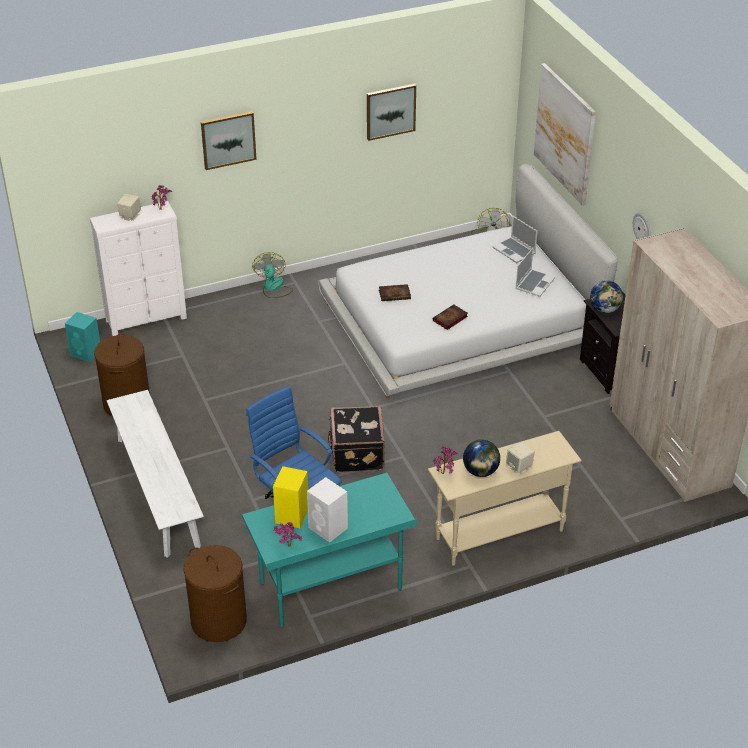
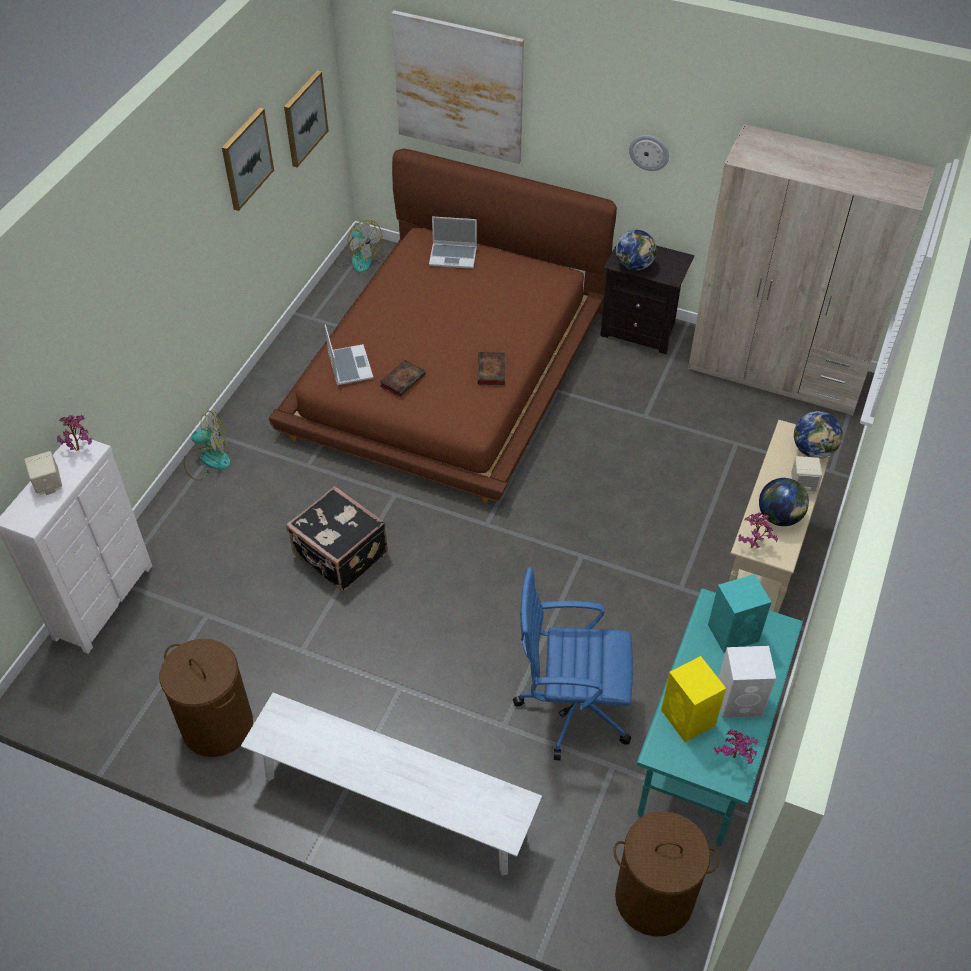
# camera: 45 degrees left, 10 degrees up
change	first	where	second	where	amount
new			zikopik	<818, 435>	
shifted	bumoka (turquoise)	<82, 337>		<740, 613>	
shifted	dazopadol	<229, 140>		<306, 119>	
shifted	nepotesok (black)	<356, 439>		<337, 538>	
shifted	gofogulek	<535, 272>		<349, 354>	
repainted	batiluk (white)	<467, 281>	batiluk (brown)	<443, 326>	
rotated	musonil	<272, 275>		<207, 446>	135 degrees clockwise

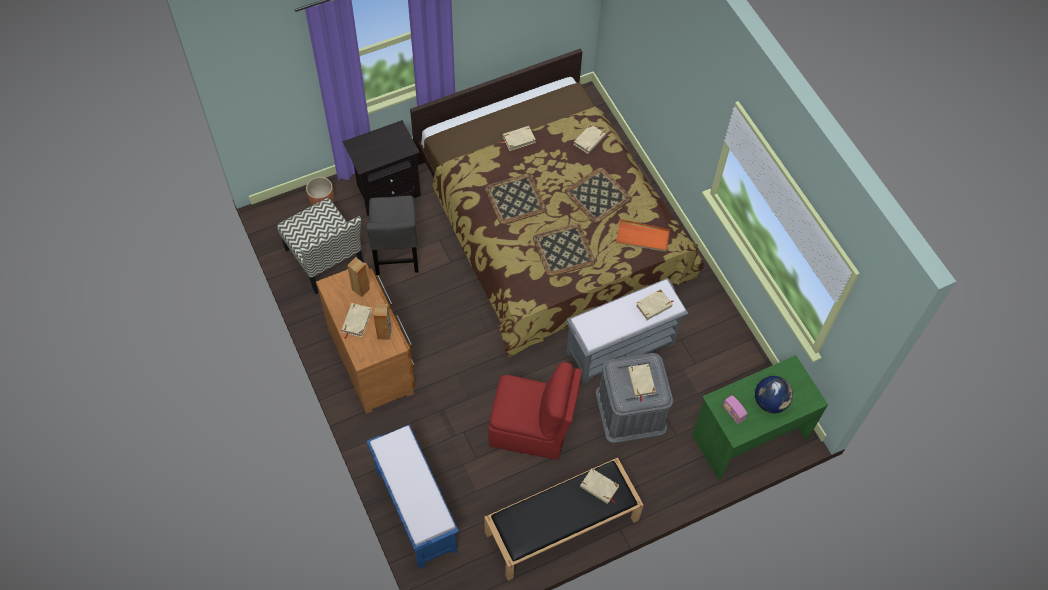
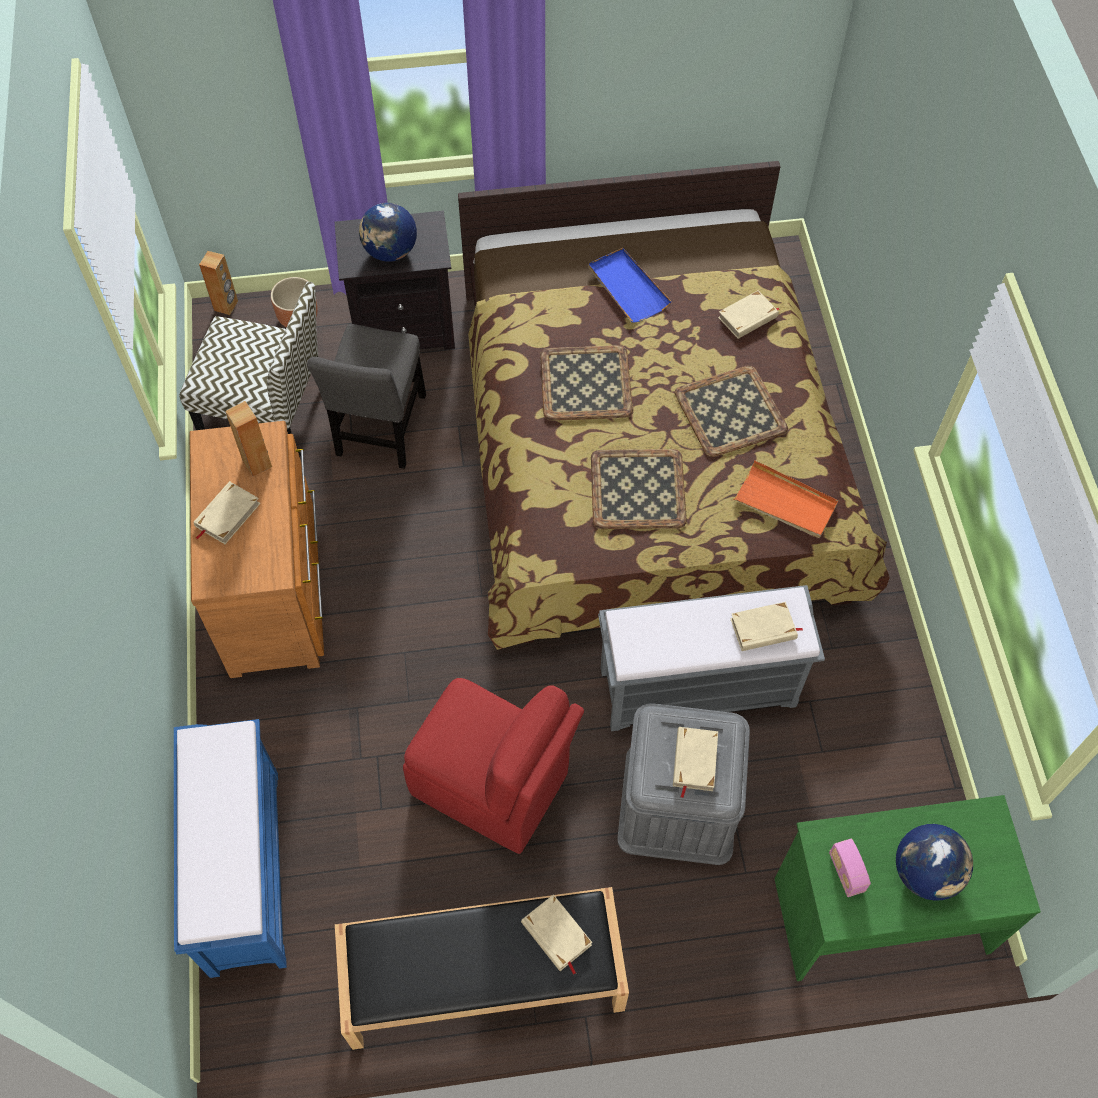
# camera: 20 degrees right, 0 degrees up
change	first	where	second	where	amount
new			zikopik	<388, 232>	
shifted	bumoka (brown)	<382, 322>		<218, 283>	
swapped	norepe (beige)	<518, 138>	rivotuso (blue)	<630, 285>	
rotated	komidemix	<320, 246>		<248, 369>	60 degrees counterclockwise

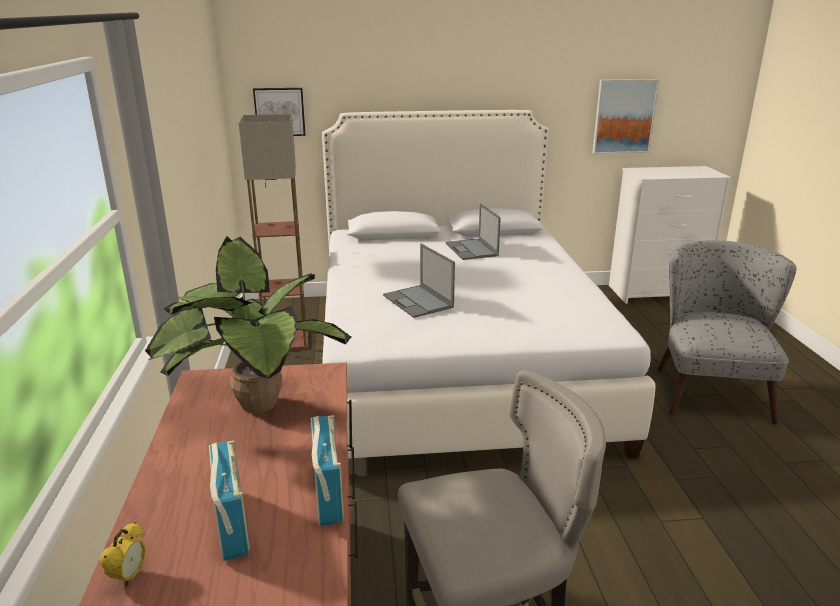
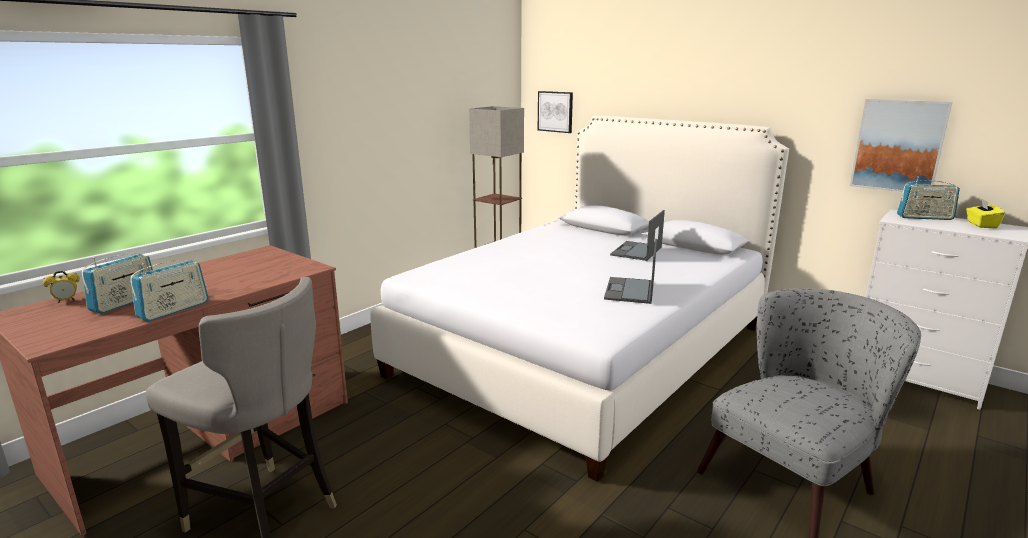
# camera: 45 degrees right, 5 degrees down
change	first	where	second	where	amount
gone	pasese	<248, 325>			
new			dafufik	<928, 198>	
new			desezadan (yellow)	<985, 213>	
shifted	gofogulek	<419, 281>		<630, 271>	

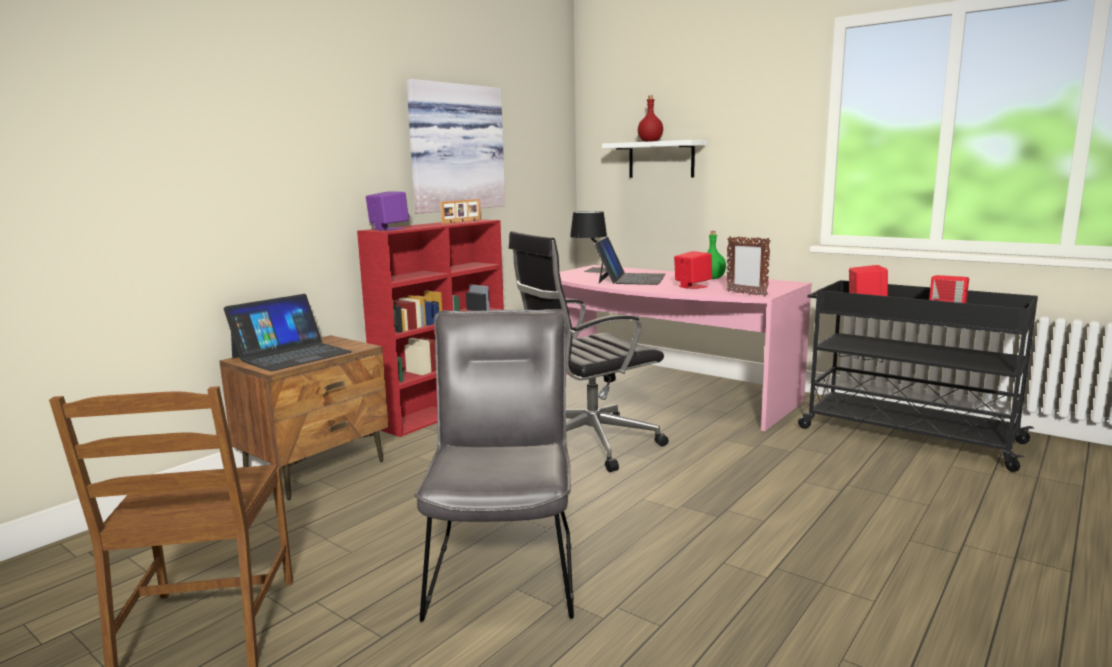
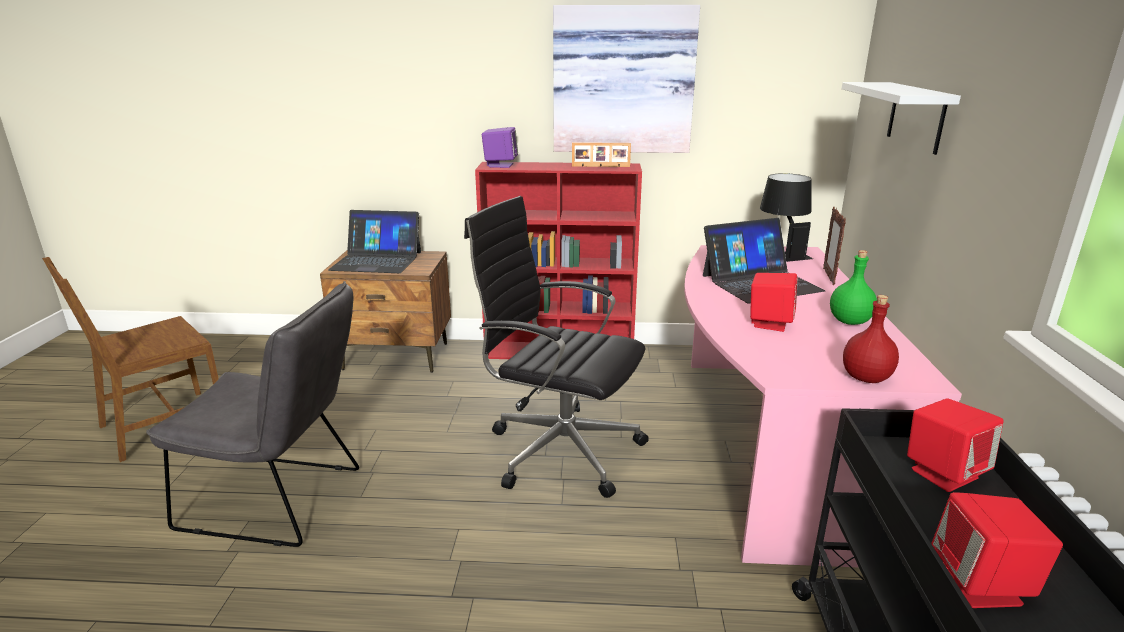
# camera: 55 degrees right, 10 degrees up
change	first	where	second	where	amount
shifted	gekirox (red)	<650, 119>		<871, 339>	
shifted	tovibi	<748, 266>		<834, 246>	
rotated	komidemix (grey)	<494, 465>		<252, 414>	45 degrees clockwise

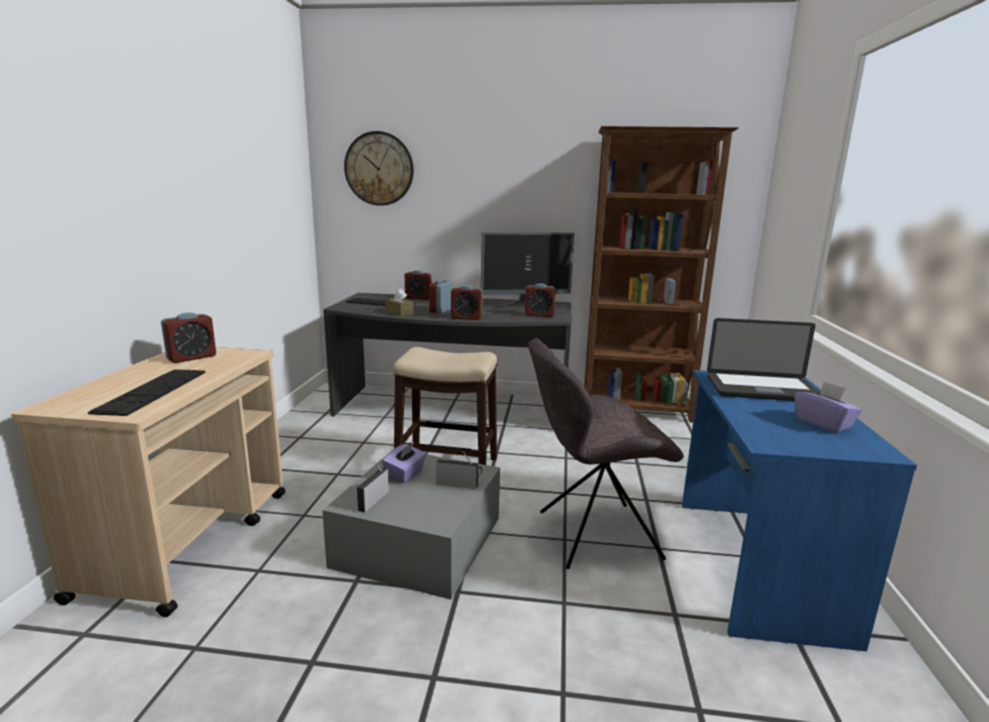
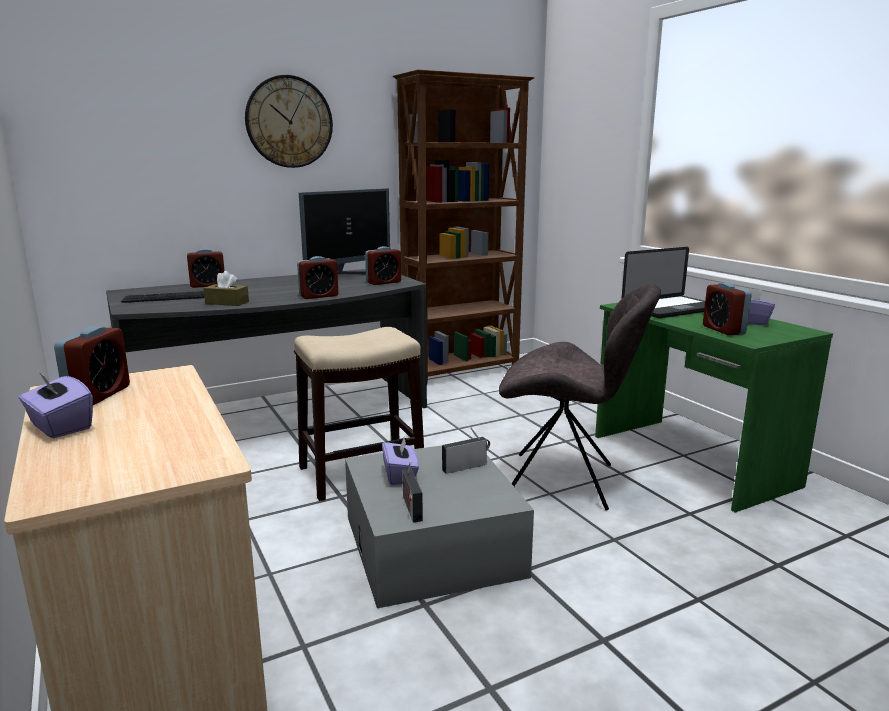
# camera: 35 degrees left, 0 degrees up
change	first	where	second	where	amount
gone	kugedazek	<146, 392>			
new			desezadan (purple)	<56, 404>	
shifted	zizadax	<379, 168>		<289, 121>	
shifted	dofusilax	<441, 296>		<727, 309>	
repainted	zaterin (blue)	<799, 511>	zaterin (green)	<714, 408>	
rotated	komidemix (grey)	<606, 453>		<580, 396>	120 degrees counterclockwise

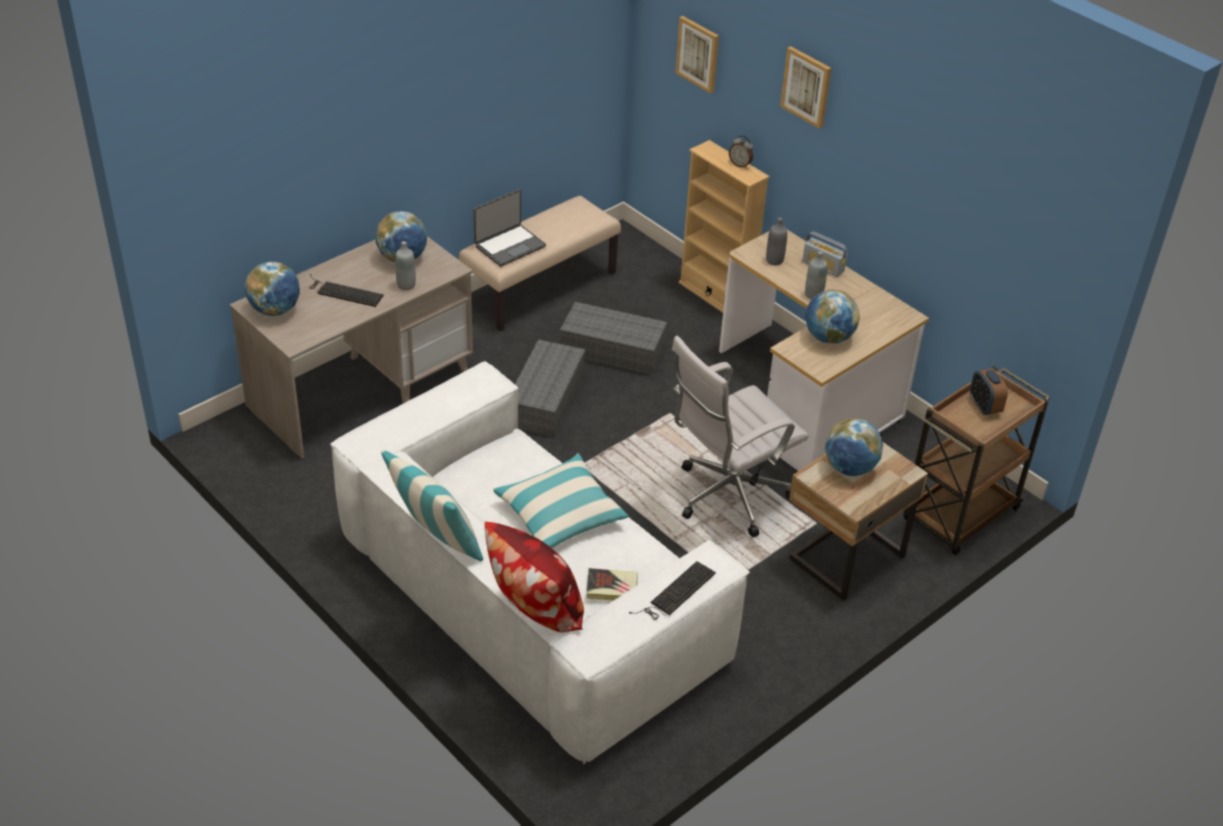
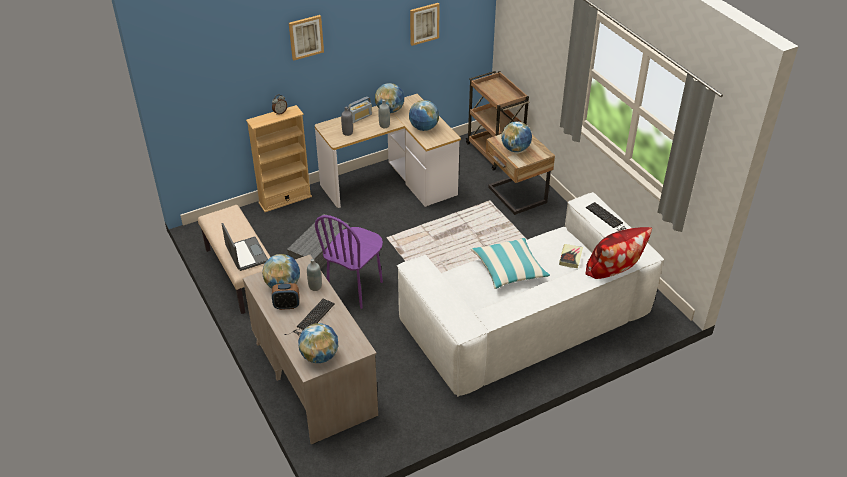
# camera: 75 degrees left, 0 degrees up
change	first	where	second	where	amount
gone	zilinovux	<432, 505>			
gone	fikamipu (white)	<740, 436>			
new			zikopik	<389, 98>	
shifted	dazopadol	<697, 55>		<425, 24>	
shifted	dofusilax	<989, 391>		<285, 296>	
swapped	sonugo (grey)	<550, 388>	komidemix (purple)	<349, 262>	

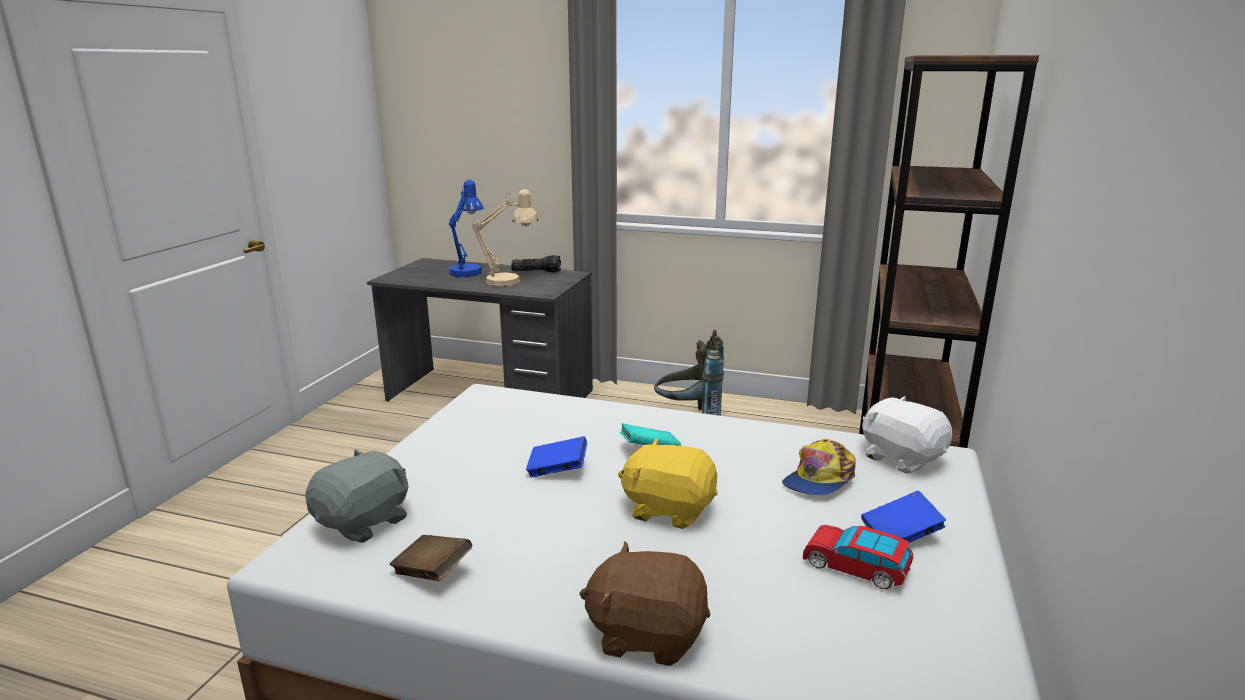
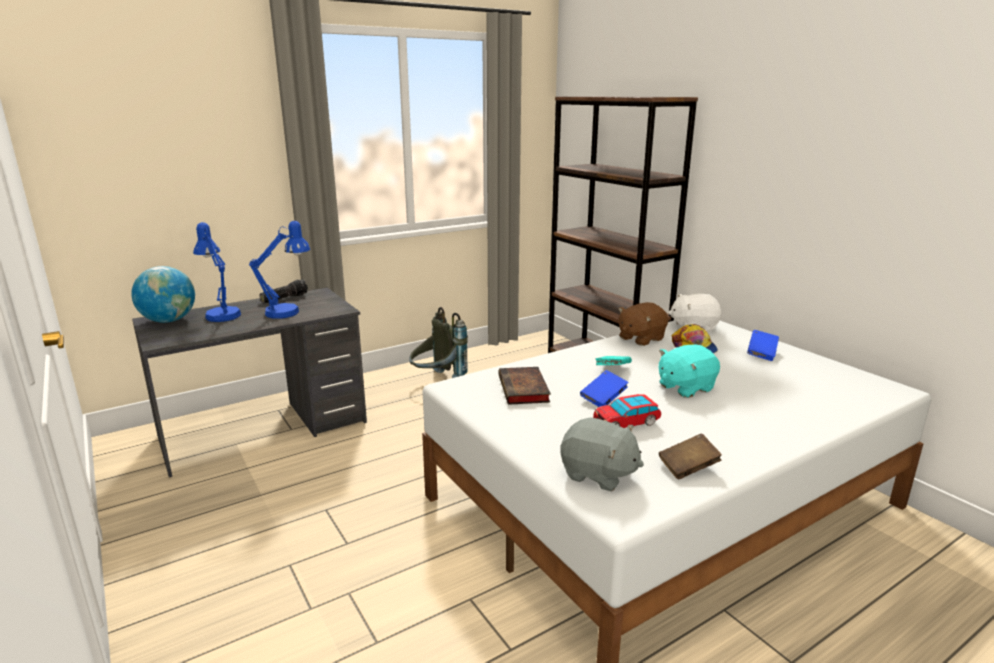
# camera: 50 degrees left, 0 degrees up
change	first	where	second	where	amount
new			zikopik	<163, 294>	
new			norepe	<524, 386>	
shifted	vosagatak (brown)	<645, 603>		<643, 324>	
shifted	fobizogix	<858, 557>		<627, 411>	
repainted	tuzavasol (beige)	<505, 238>	tuzavasol (blue)	<279, 270>	
repainted	vosagatak (yellow)	<668, 483>	vosagatak (turquoise)	<689, 371>	
rotated	vosagatak (grey)	<356, 496>		<602, 454>	135 degrees clockwise

